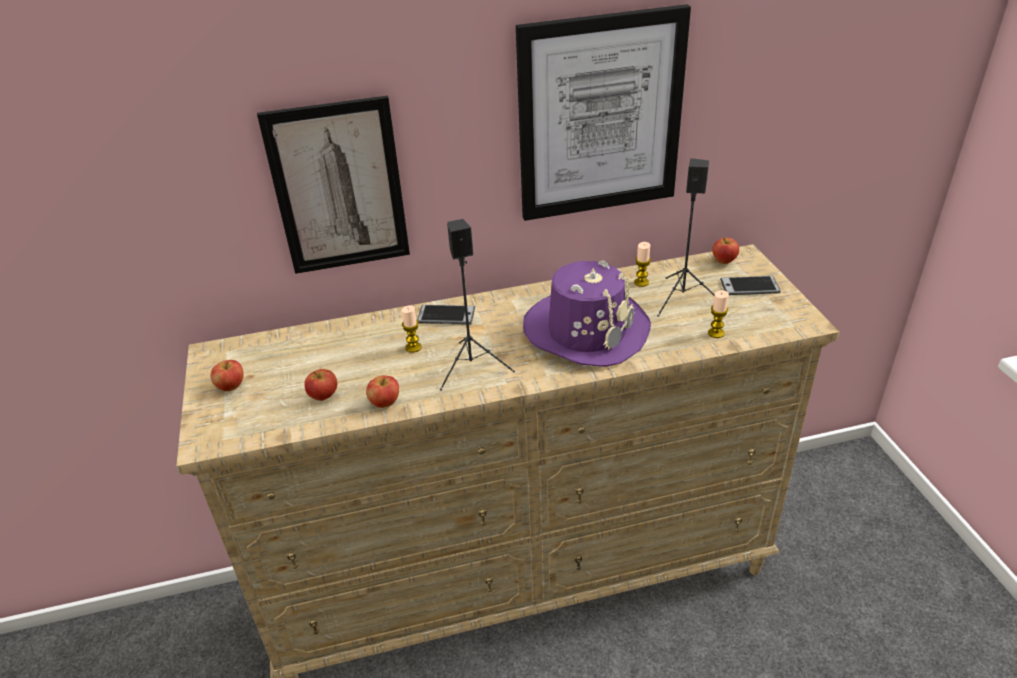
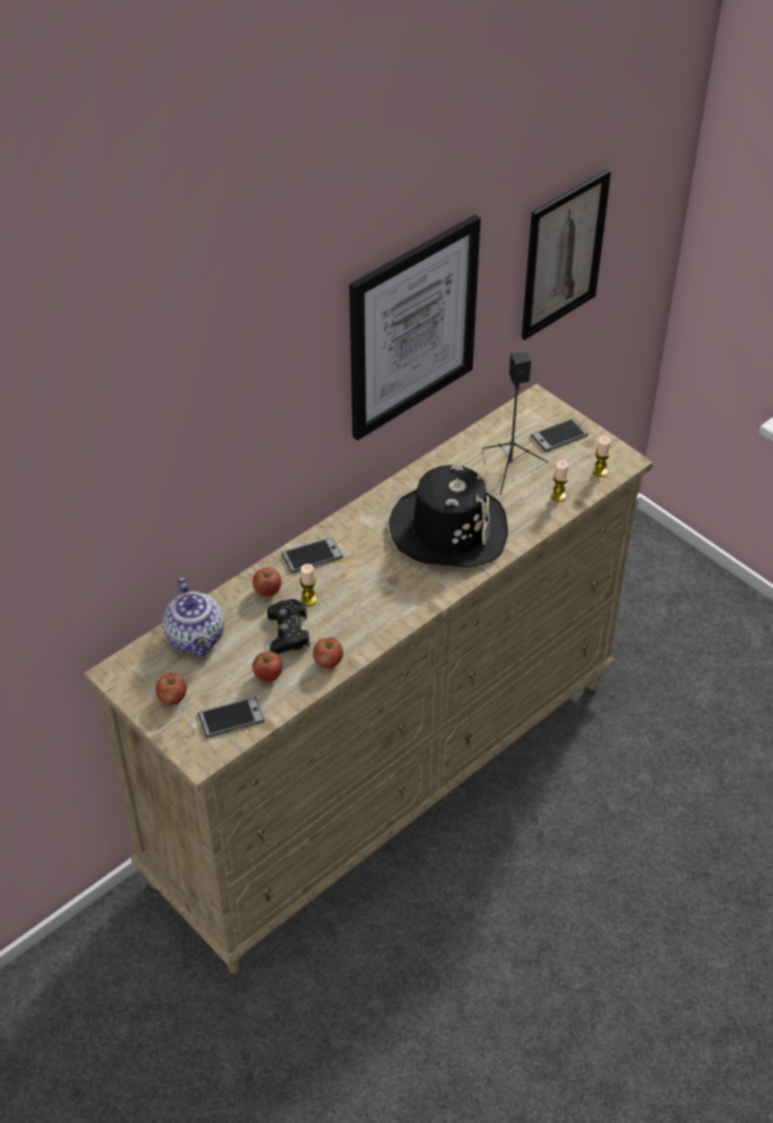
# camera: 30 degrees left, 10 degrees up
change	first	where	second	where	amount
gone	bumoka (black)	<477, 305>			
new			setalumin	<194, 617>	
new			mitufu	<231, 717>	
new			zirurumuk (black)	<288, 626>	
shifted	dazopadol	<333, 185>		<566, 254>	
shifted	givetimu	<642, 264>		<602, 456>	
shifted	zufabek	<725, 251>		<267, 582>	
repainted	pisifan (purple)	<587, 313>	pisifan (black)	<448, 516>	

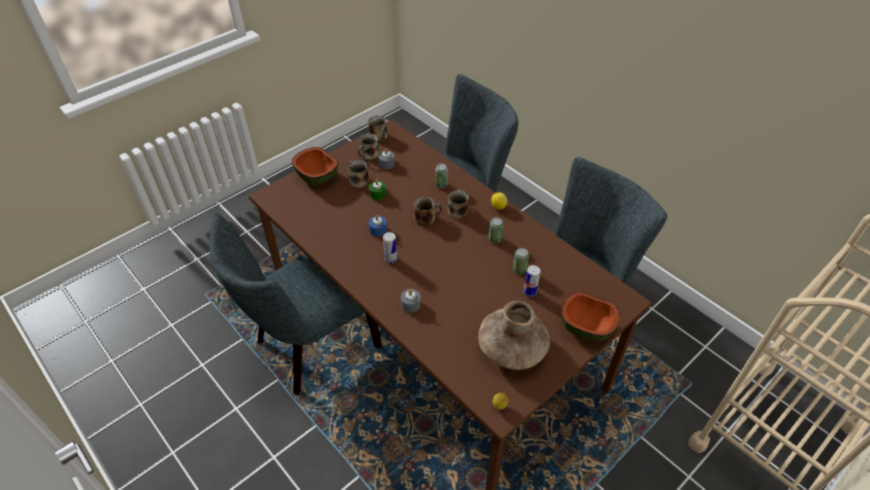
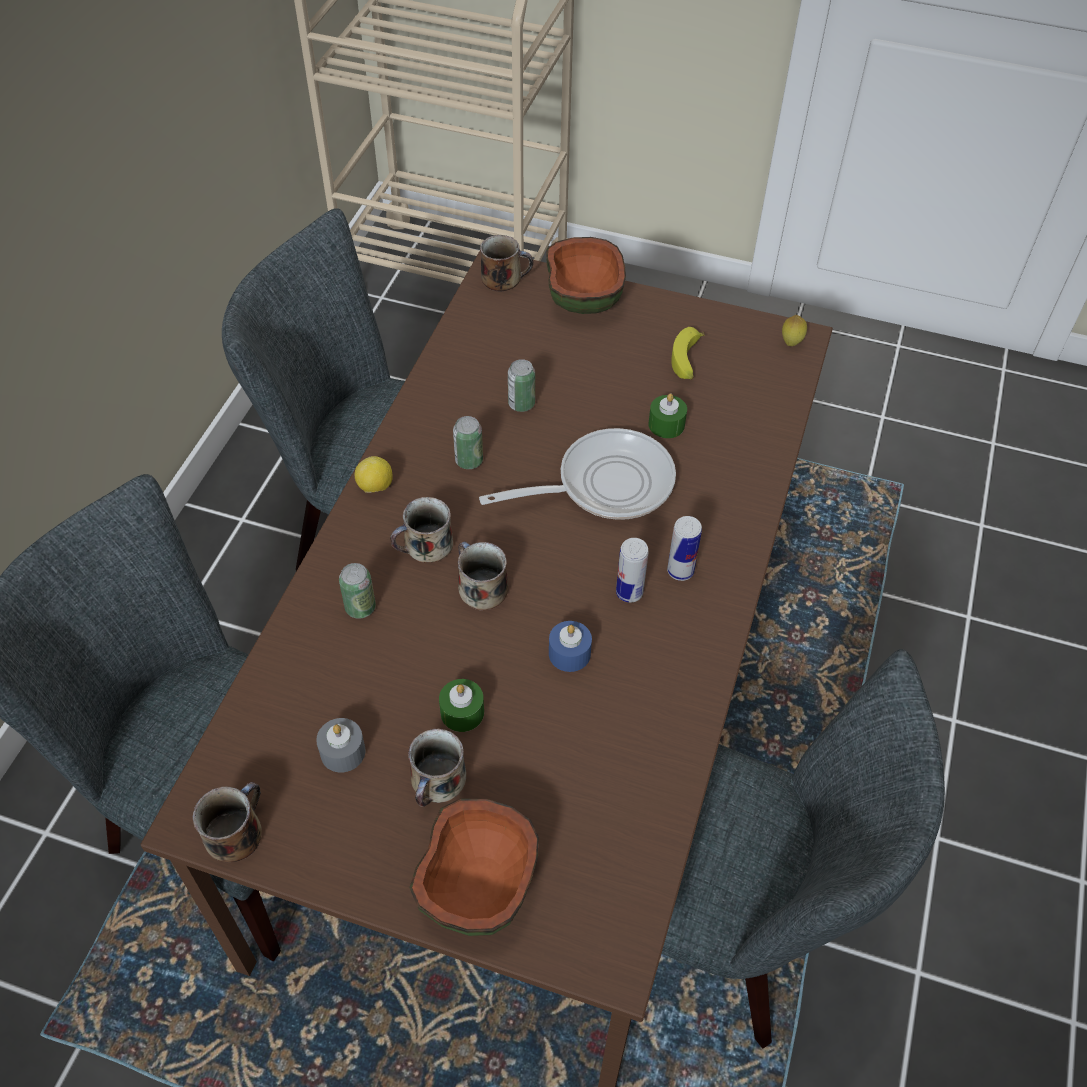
# camera: 120 degrees left, 5 degrees up
change	first	where	second	where	amount
gone	givetimu (grey)	<411, 301>			
new			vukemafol	<577, 474>	
new			givetimu (green)	<667, 415>	
shifted	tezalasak	<368, 146>		<507, 263>	
shifted	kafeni	<532, 281>		<684, 548>	
swapped	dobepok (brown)	<514, 335>	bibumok	<688, 353>	

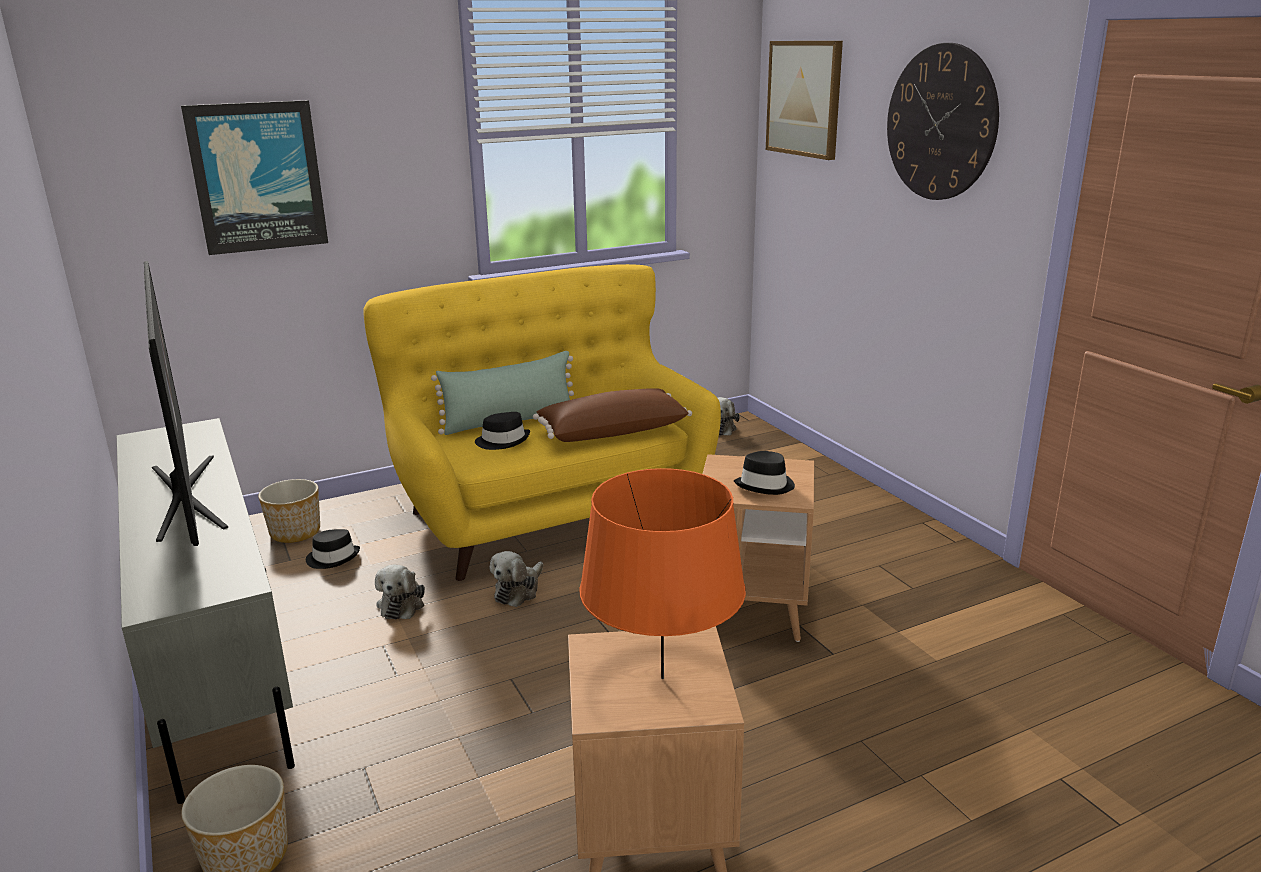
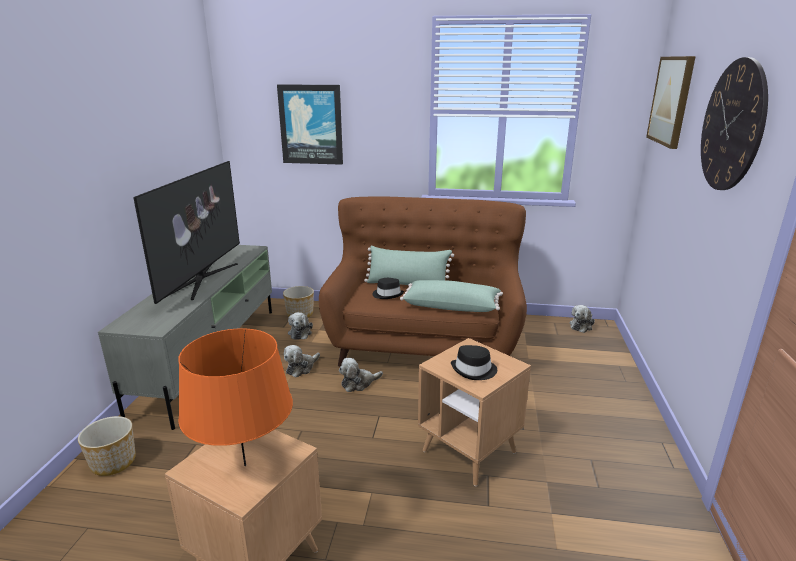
# camera: 35 degrees right, 0 degrees up
change	first	where	second	where	amount
swapped	pisifan (black)	<333, 549>	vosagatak	<300, 326>	
repainted	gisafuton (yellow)	<542, 422>	gisafuton (brown)	<423, 282>	
repainted	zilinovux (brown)	<612, 415>	zilinovux (green)	<451, 296>	

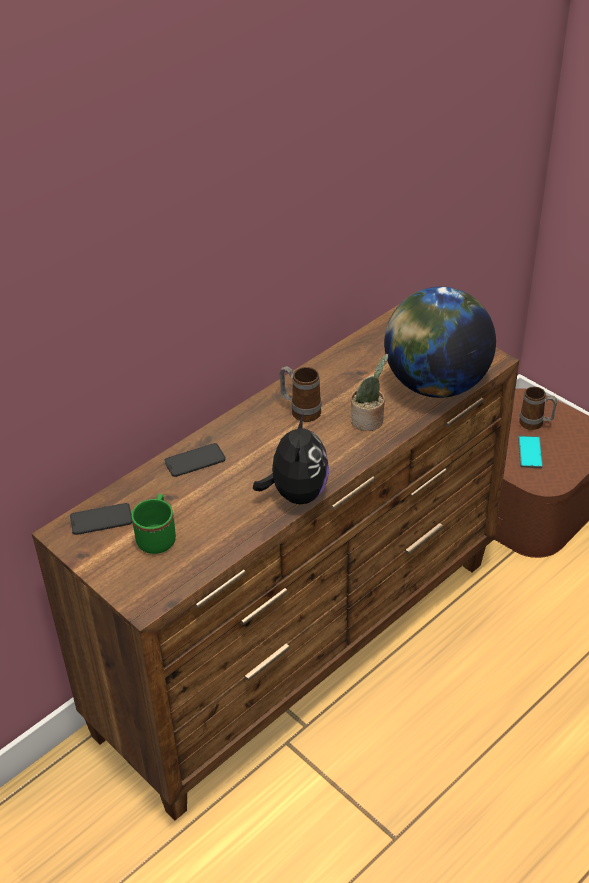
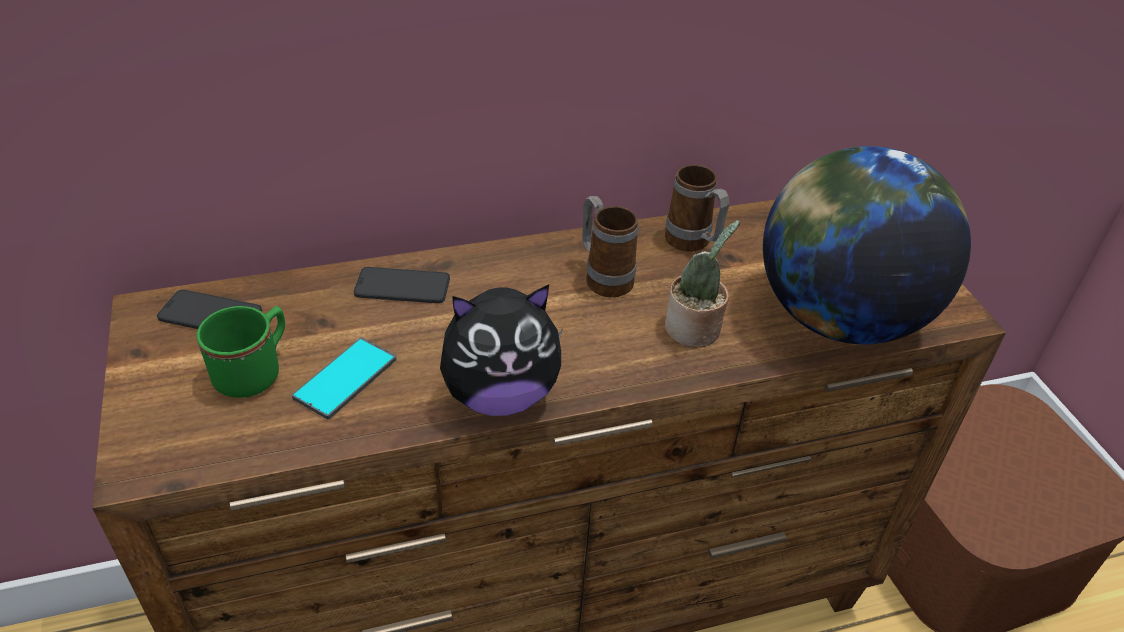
# camera: 25 degrees right, 0 degrees up
change	first	where	second	where	amount
shifted	mitufu	<530, 452>		<344, 378>	
shifted	tezalasak	<538, 408>		<697, 208>	
rotated	vosagatak	<291, 458>		<501, 350>	45 degrees clockwise

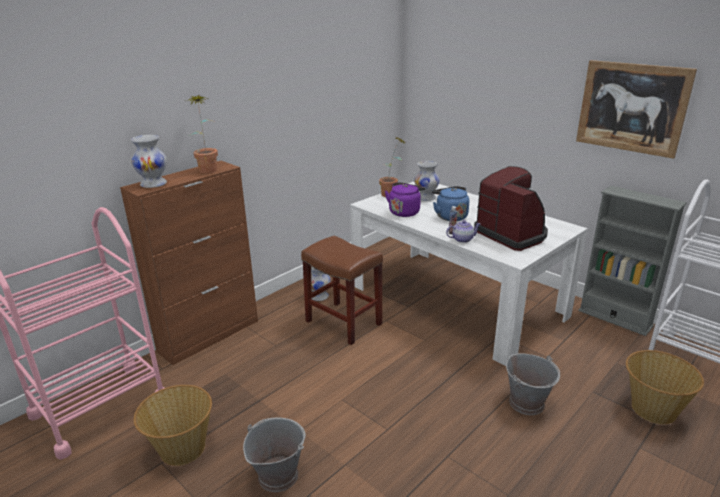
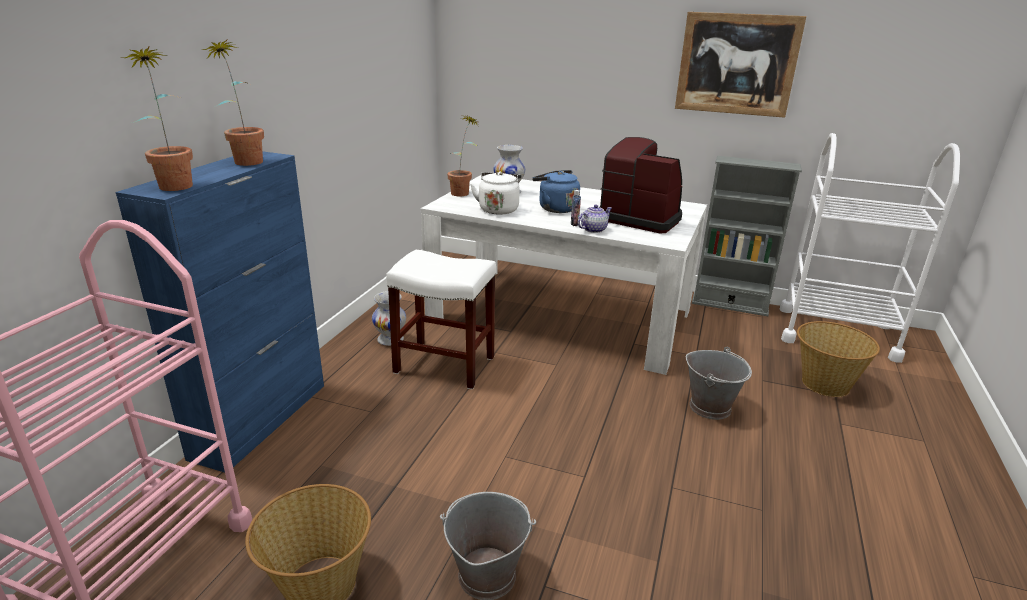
# camera: 25 degrees left, 0 degrees up
change	first	where	second	where	amount
swapped	dobepok (white)	<149, 161>	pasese	<156, 118>	
repainted	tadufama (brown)	<189, 263>	tadufama (blue)	<220, 312>	
repainted	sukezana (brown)	<342, 290>	sukezana (white)	<441, 320>	
repainted	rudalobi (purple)	<405, 199>	rudalobi (white)	<495, 193>	

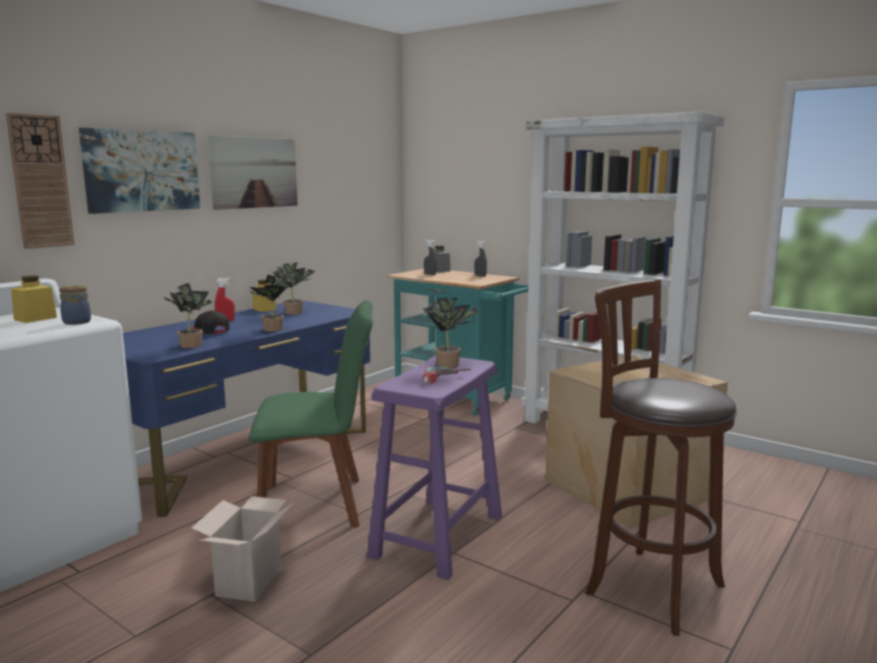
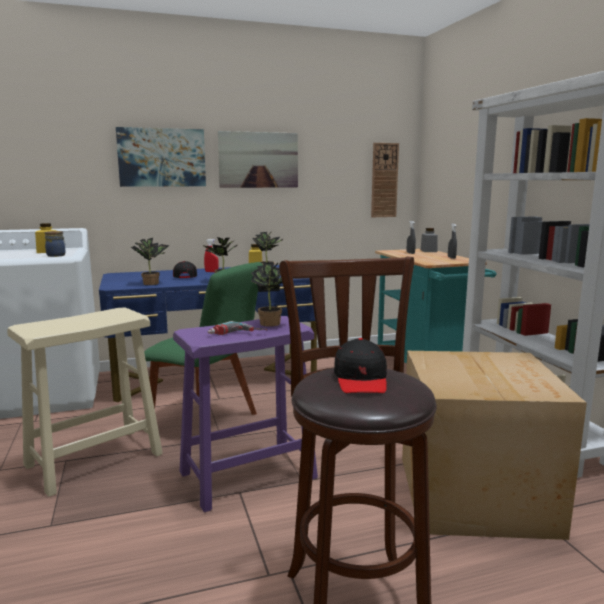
# camera: 35 degrees right, 0 degrees up
change	first	where	second	where	amount
new			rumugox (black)	<360, 365>	
shifted	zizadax	<40, 181>		<385, 180>	
swapped	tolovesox	<242, 549>	sukezana (beige)	<85, 402>	

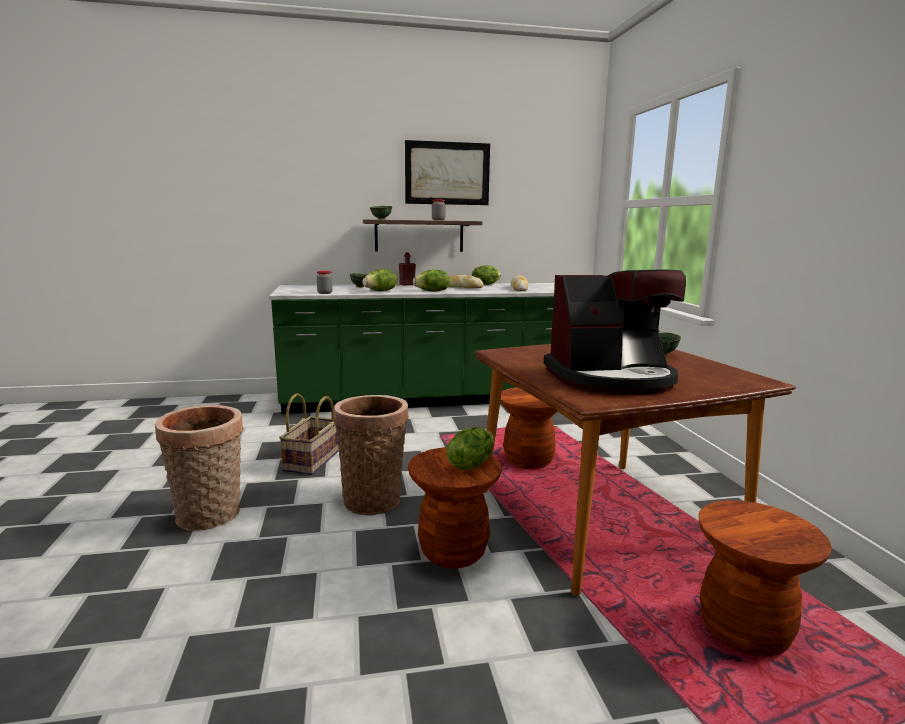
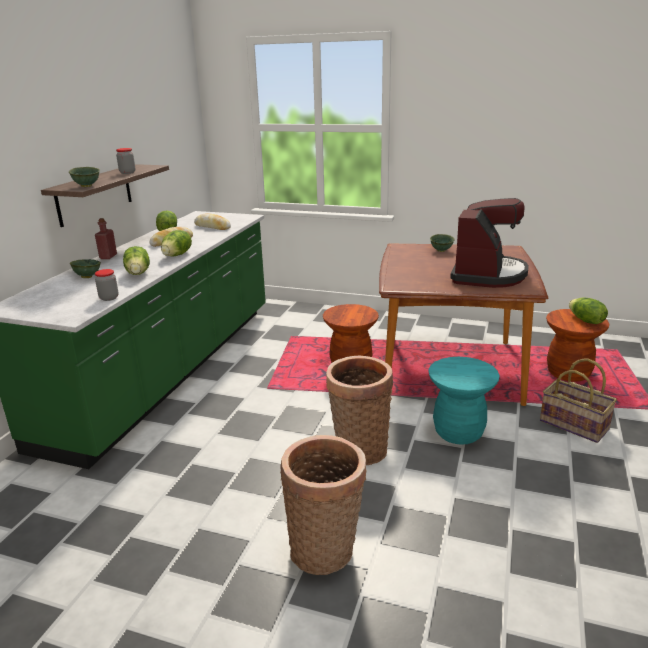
# camera: 60 degrees left, 10 degrees up
change	first	where	second	where	amount
gone	dazopadol	<447, 172>			
shifted	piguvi	<309, 434>		<578, 401>	
shifted	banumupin	<470, 448>		<588, 310>	
repainted	sukezana (brown)	<455, 508>	sukezana (turquoise)	<464, 401>	

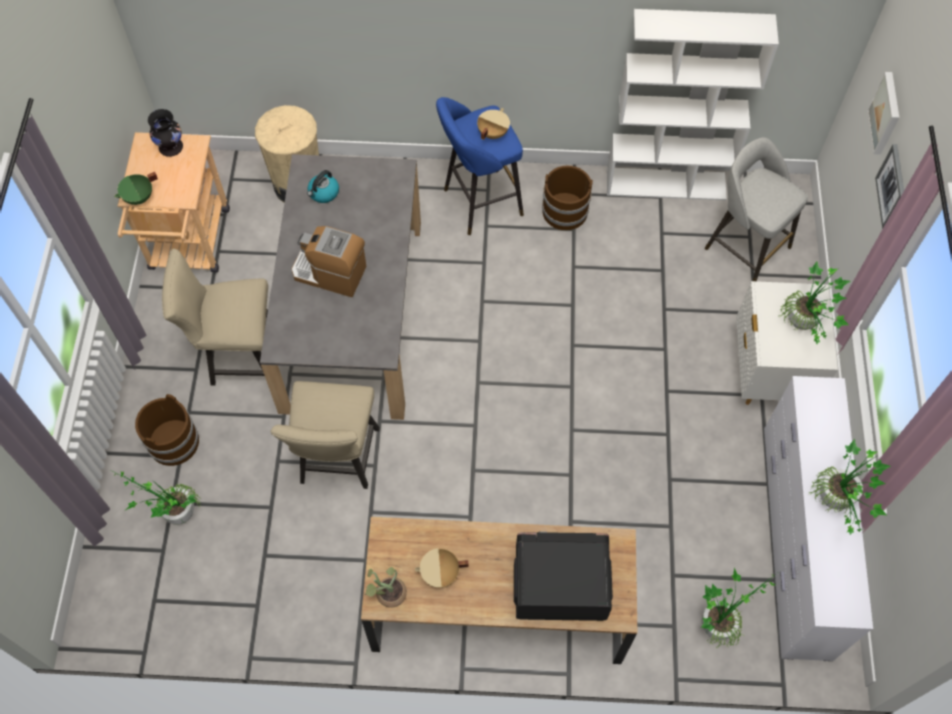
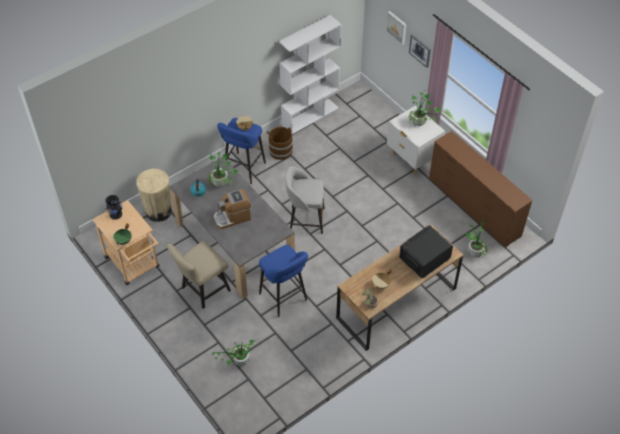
# camera: 40 degrees left, 10 degrees down
change	first	where	second	where	amount
gone	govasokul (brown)	<167, 430>			
shifted	sukezana (grey)	<756, 209>		<305, 200>	
shifted	pasese	<850, 487>		<223, 169>	
swapped	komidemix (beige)	<325, 435>	sukezana (blue)	<283, 281>	
repainted	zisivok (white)	<818, 518>	zisivok (brown)	<481, 189>	

